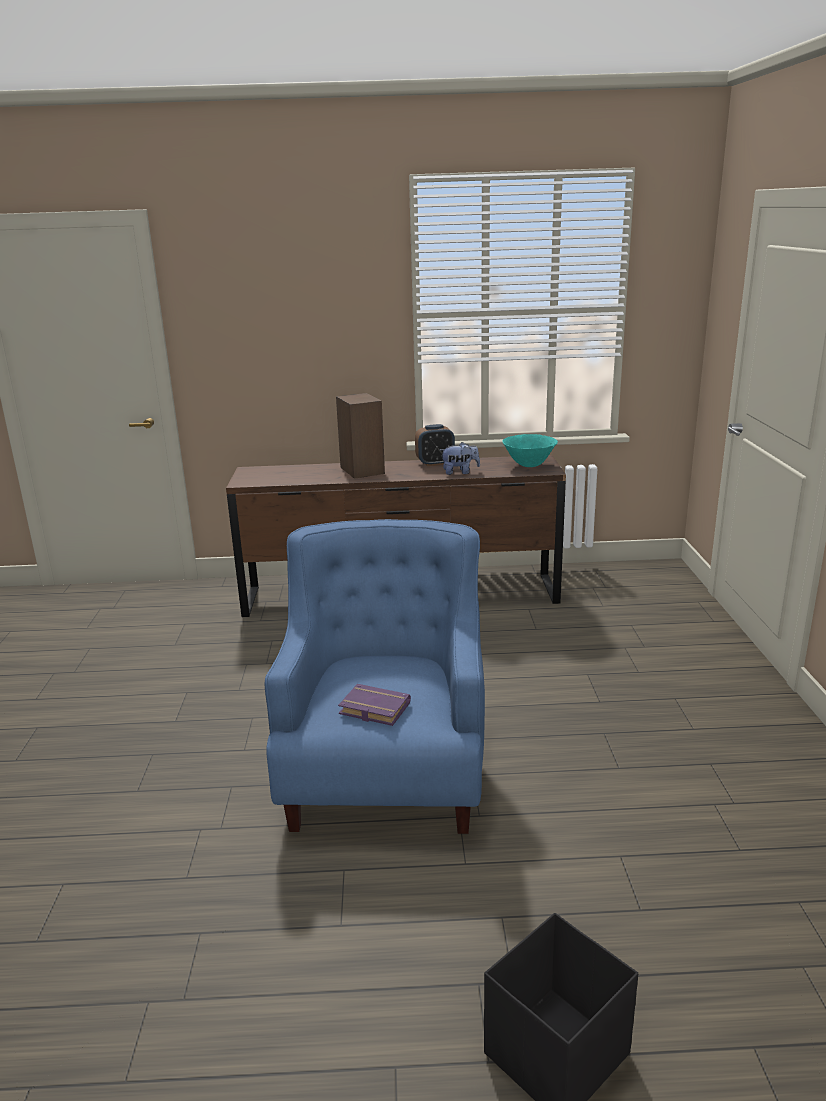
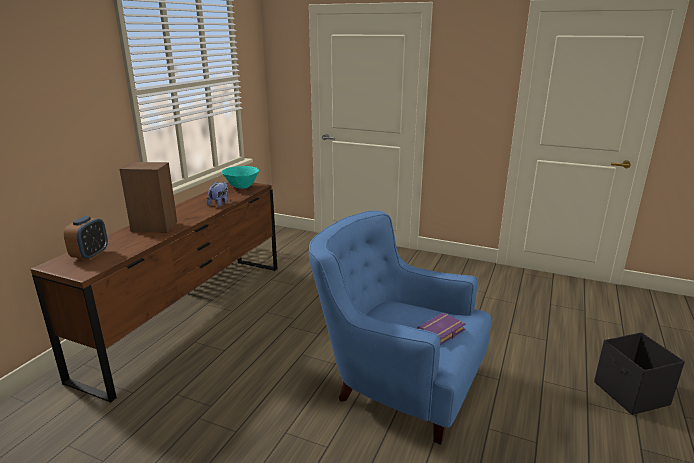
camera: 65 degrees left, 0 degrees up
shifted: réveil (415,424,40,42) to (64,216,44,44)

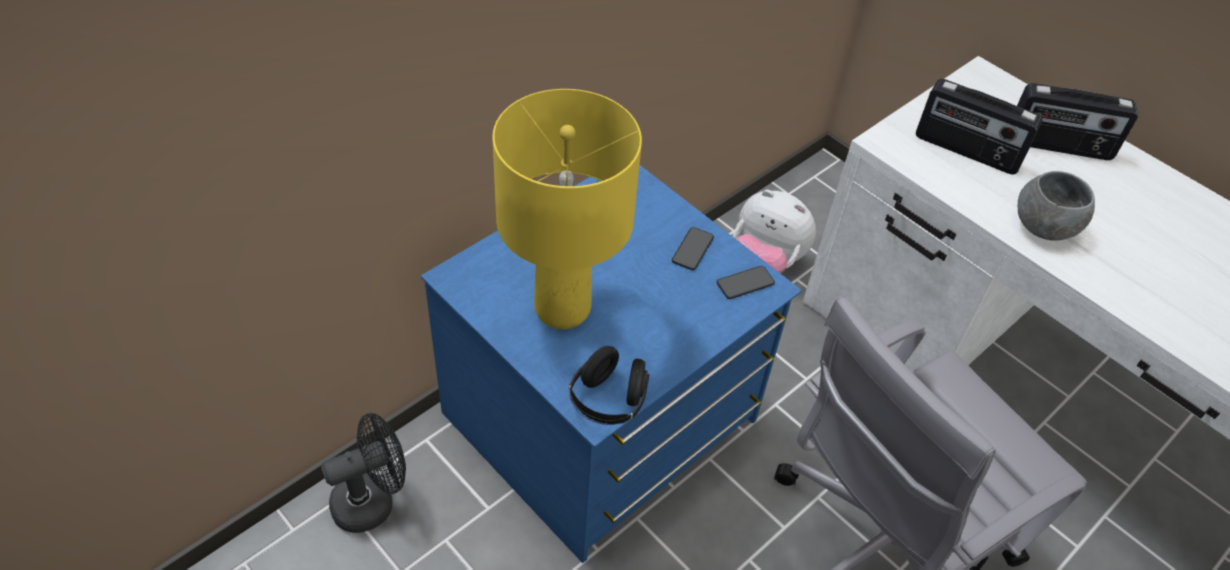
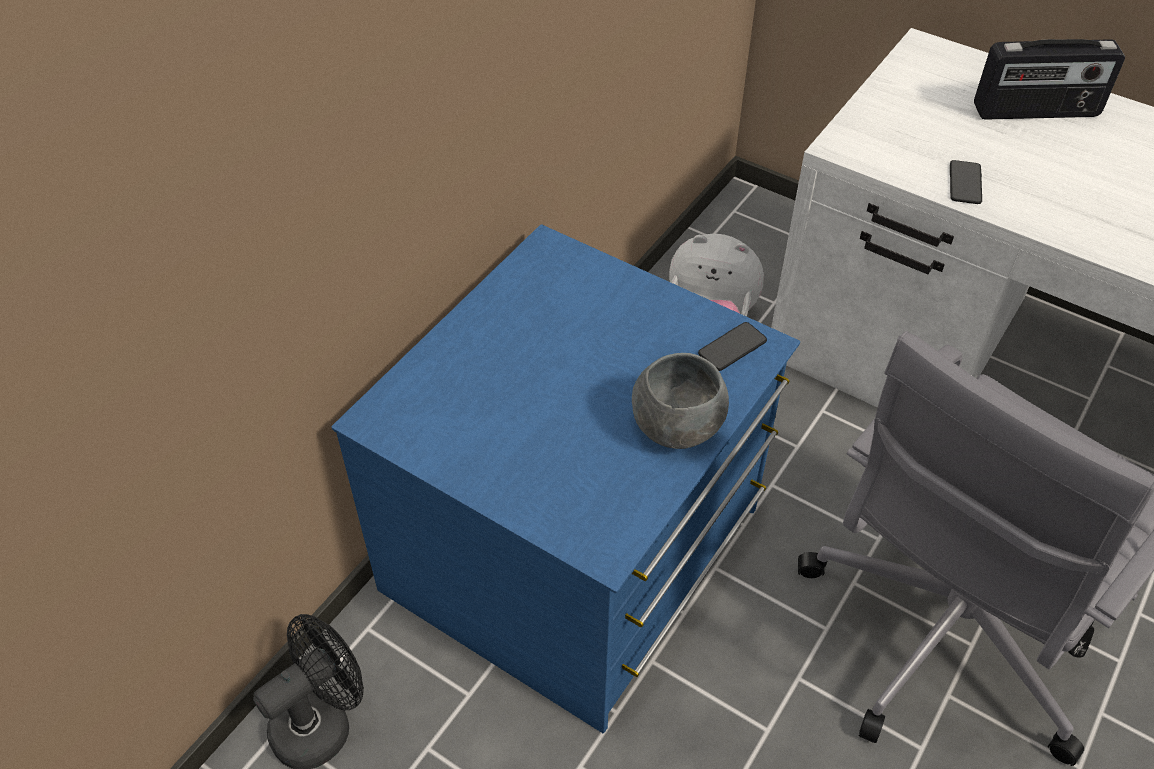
camera: 10 degrees left, 0 degrees up
gone: lampe de table/jaune (492,89,150,240); casque audio/noir (569,346,80,79); radio (916,79,127,96)
shifted: téléphone (672,227,42,43) to (950,160,32,44); bol/gris (1018,171,77,70) to (632,353,97,96)

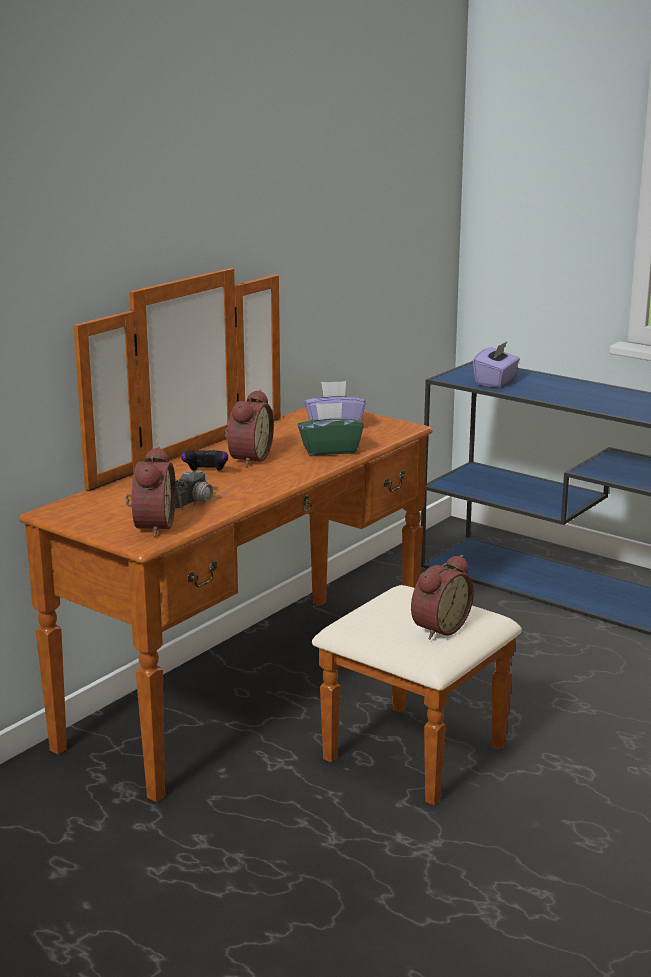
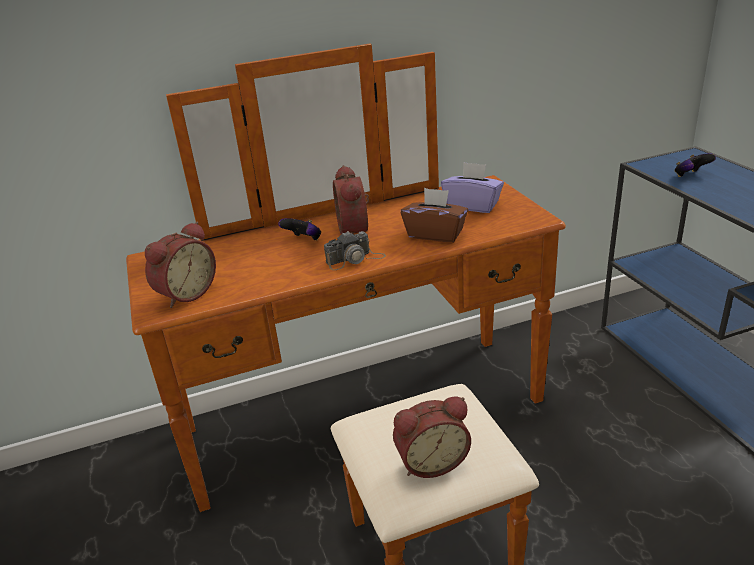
camera: 35 degrees right, 10 degrees up
shifted: appareil photo (175,470,52,41) to (324,231,62,39)
swapped: boîte à mouchoirs/violet (473,341,47,47) to manette (675,153,41,24)
repainted: boîte à mouchoirs/vert (298,402,66,54) to boîte à mouchoirs/marron (401,188,67,54)
rotated: réveil (225,390,49,77) = (333,165,36,70) 120 degrees clockwise

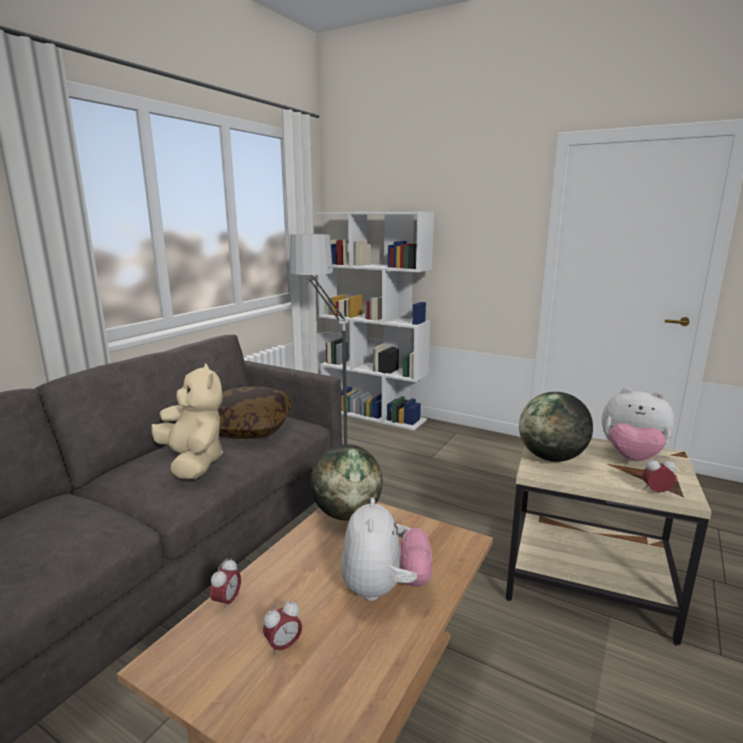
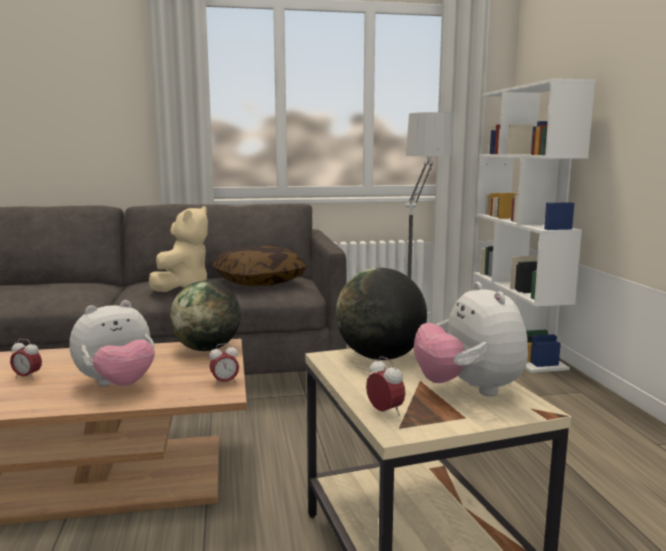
camera: 50 degrees right, 5 degrees down
shifted: réveil (210,558,31,54) to (209,343,30,43)

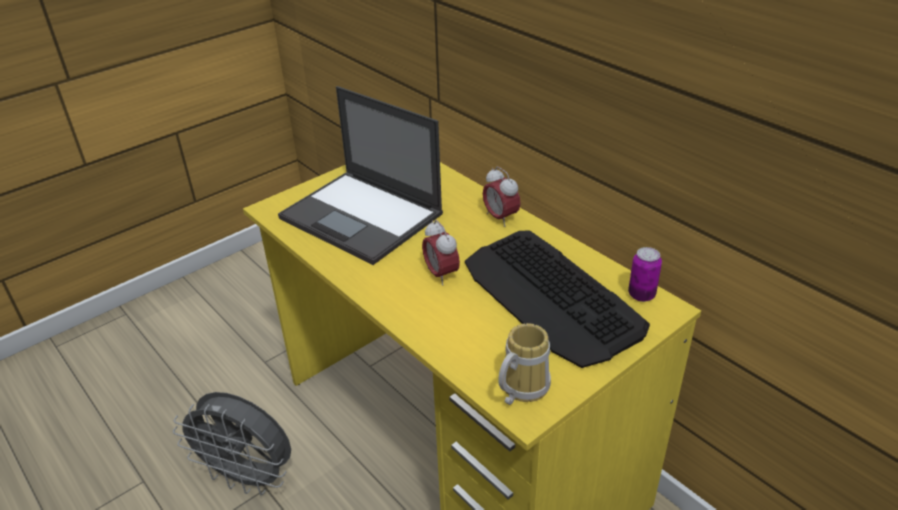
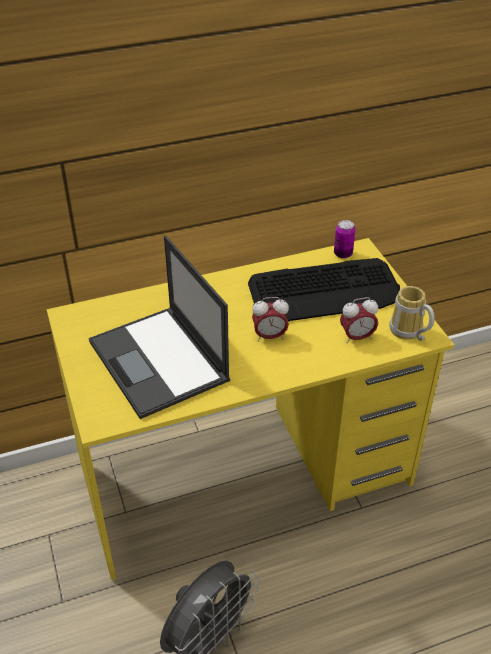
camera: 70 degrees left, 5 degrees up
shifted: réveil (483,167,38,60) to (340,297,38,47)
rotated: ordinateur portable (278,86,165,179) = (89,236,142,183) 90 degrees clockwise

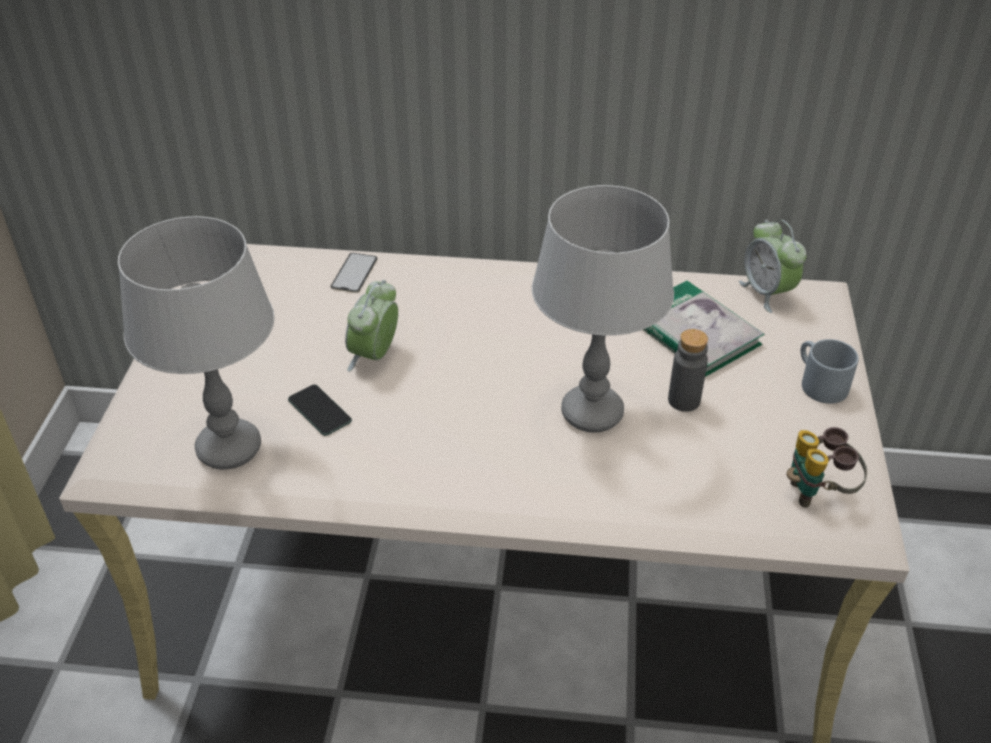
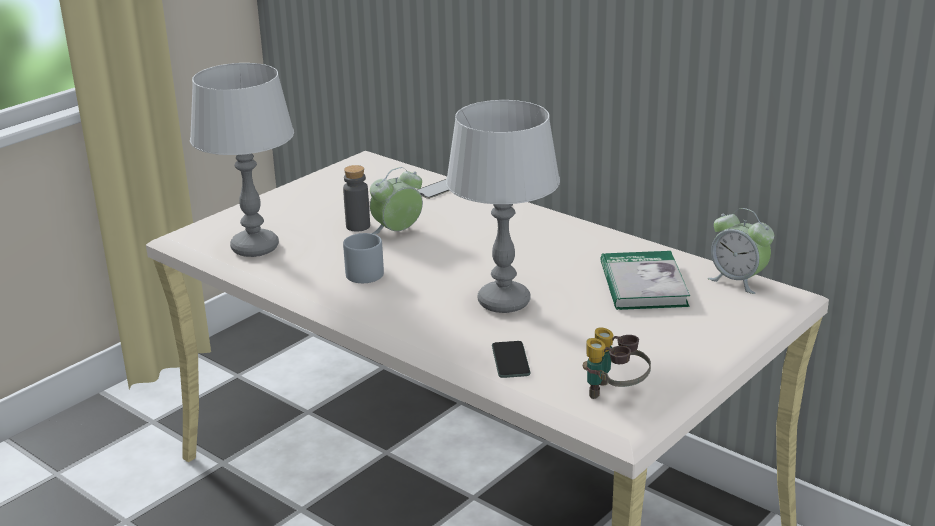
camera: 35 degrees right, 15 degrees down
shifted: téléphone (288,384,64,52) to (492,341,39,37); bouteille/gris (668,329,40,83) to (343,165,27,67); mug/gris (801,339,58,65) to (343,233,41,50)
rotated: réveil (739,220,68,93) = (708,208,66,86) 60 degrees counterclockwise

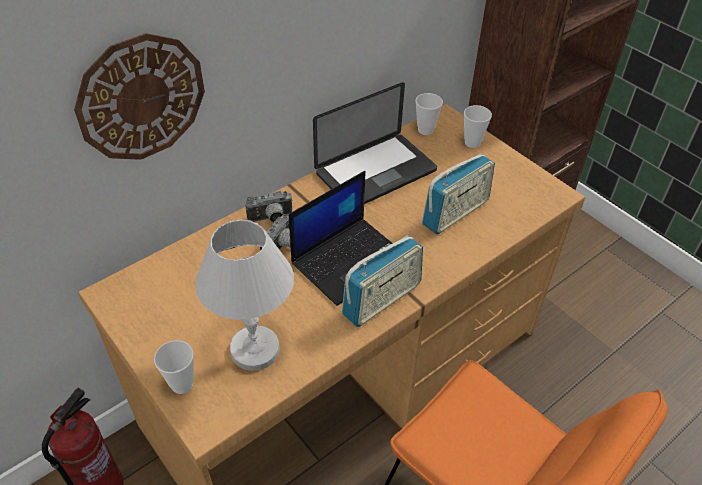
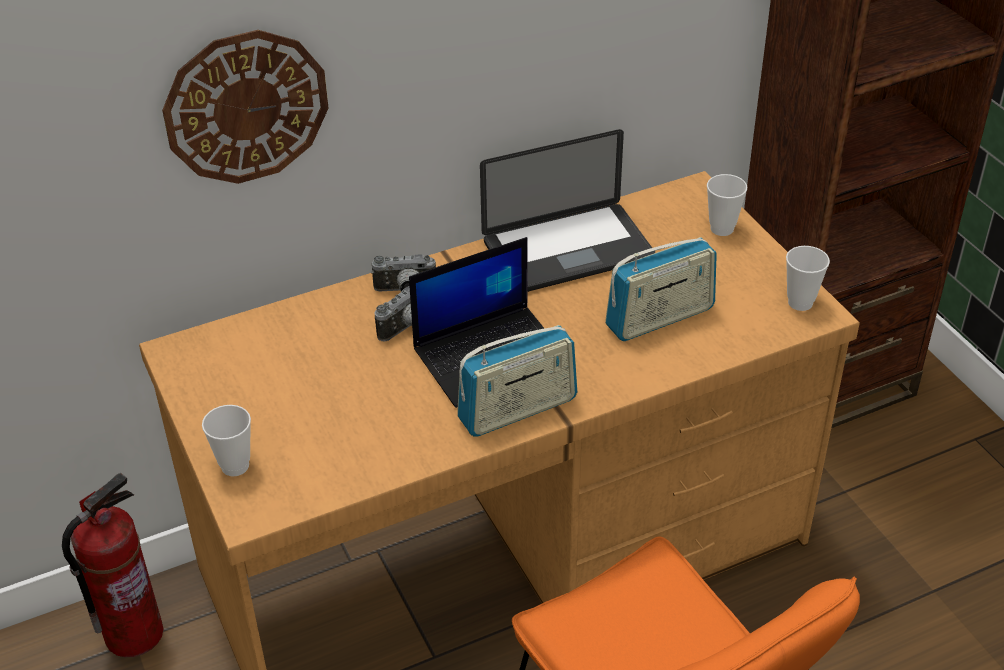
camera: 15 degrees right, 5 degrees down
gone: lampe de table/blanc (195,220,99,151)
shifted: tasse (415,93,28,42) to (786,246,44,65)

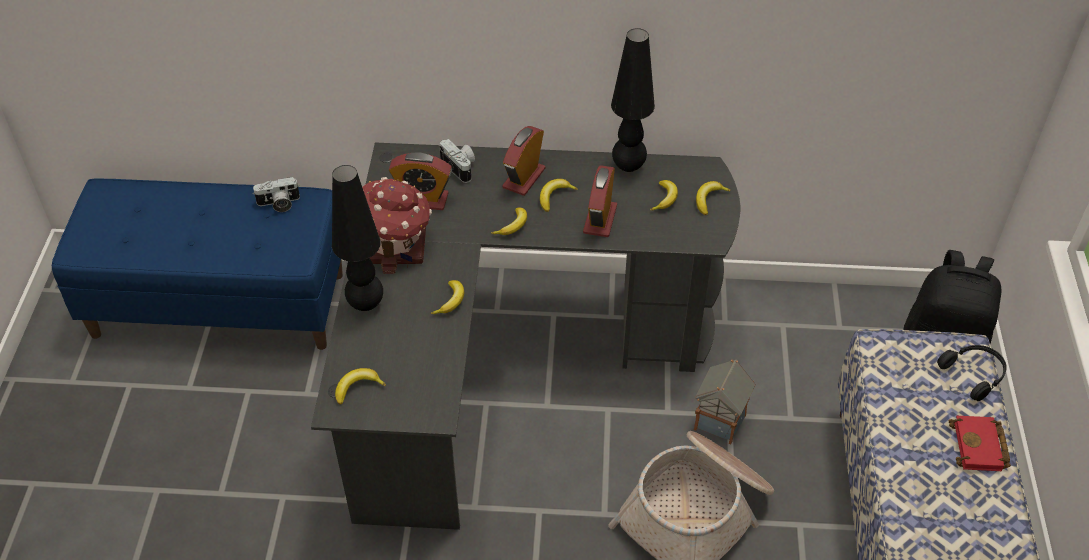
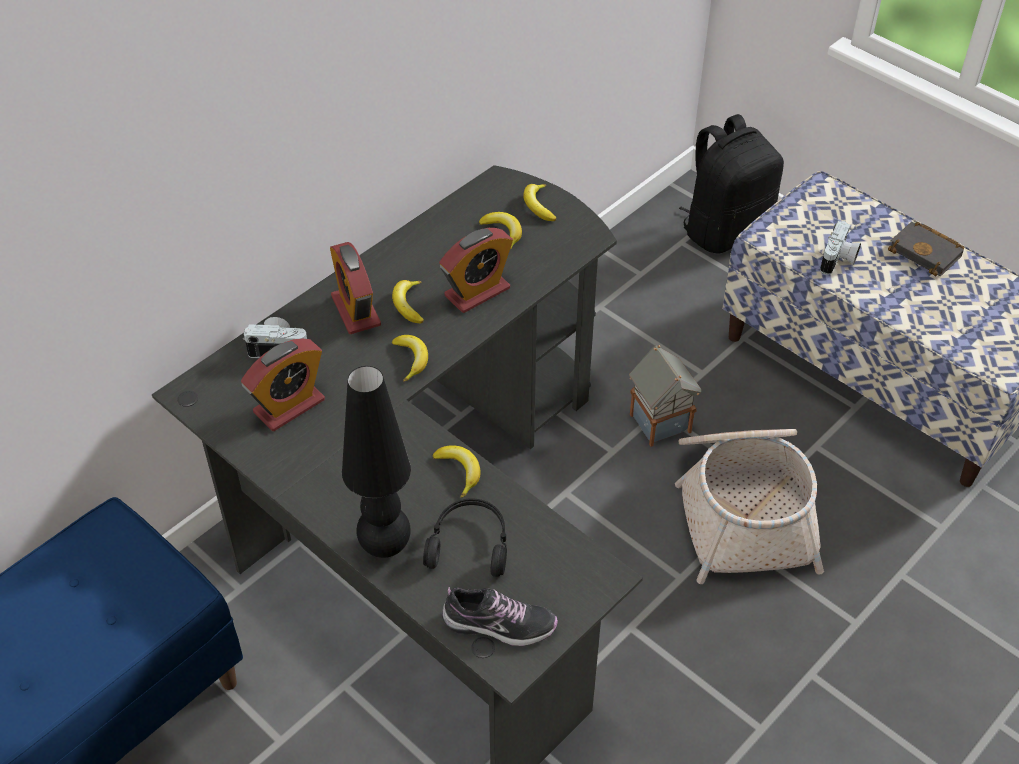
camera: 50 degrees left, 0 degrees up
gone: maison miniature (362,177,70,97); lampe de table/noir (611,28,44,144)
shifted: appareil photo (253,177,47,35) to (820,221,41,54); casque audio/noir (937,345,70,56) to (423,498,84,79)
swapped: banane (335,368,51,36) to chaussure (442,587,116,59)
repainted: livre/rouge (949,416,62,55) to livre/noir (888,222,76,54)
rotated: réveil (583,165,34,72) = (439,228,74,85) 90 degrees counterclockwise

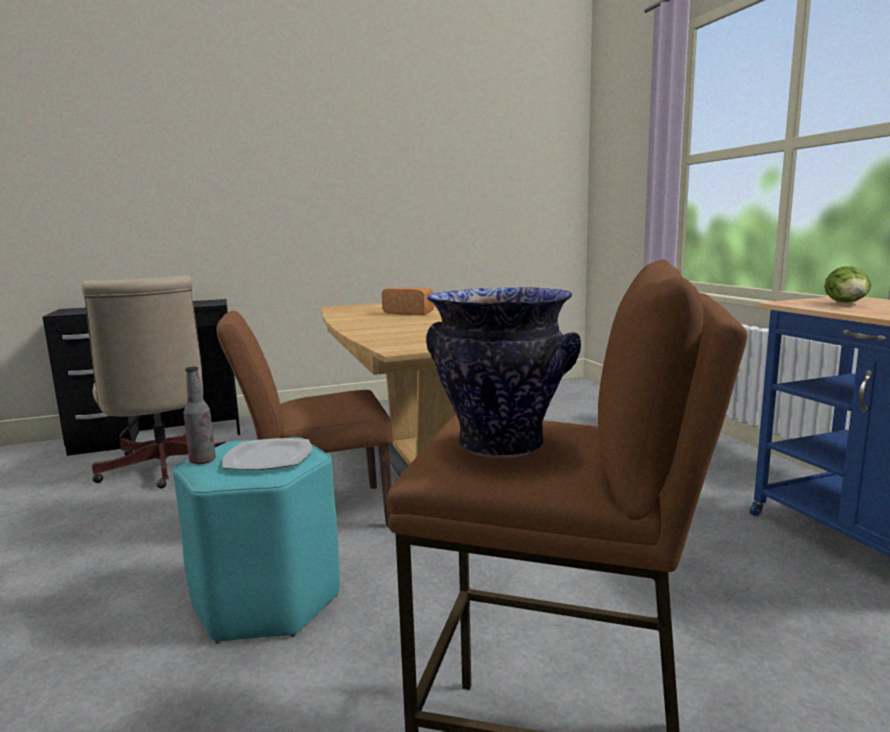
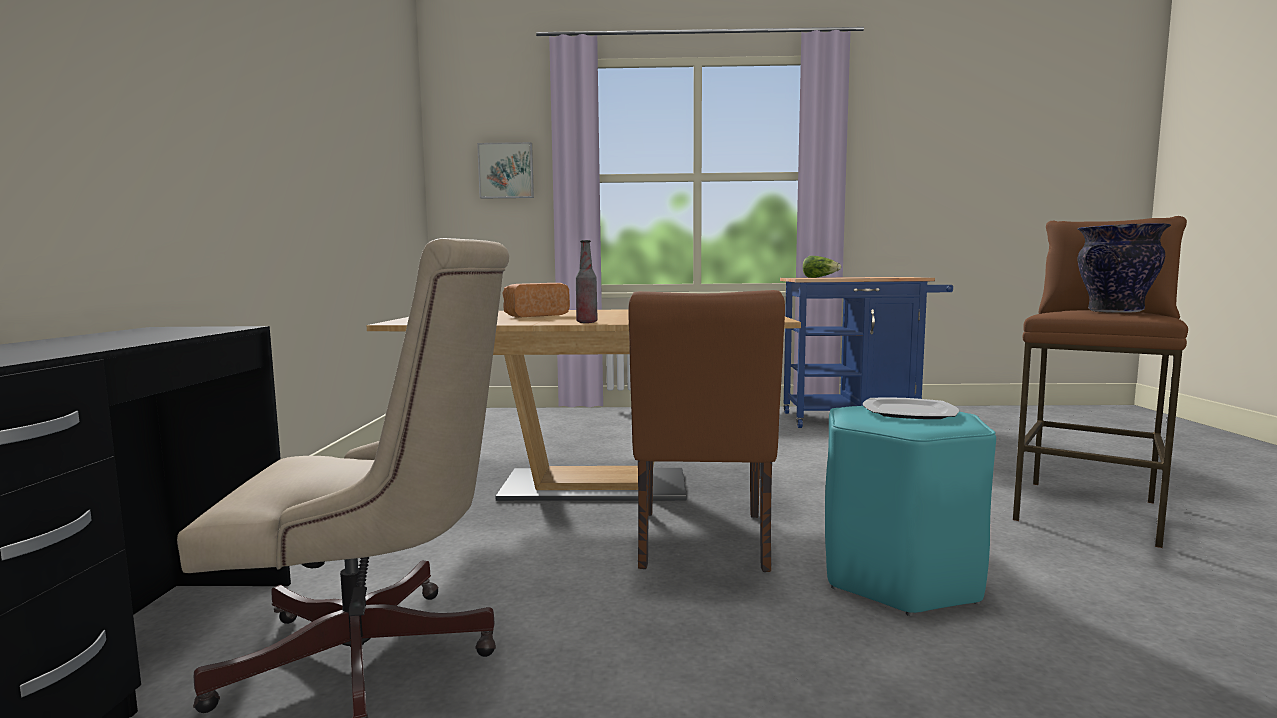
camera: 70 degrees left, 5 degrees down
new: tableau (477,142,57,57)
shifted: bouteille (183,367,33,97) to (576,240,22,83)

